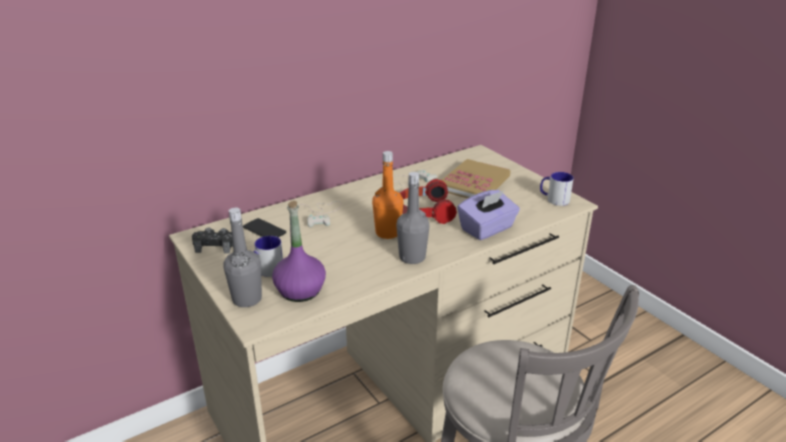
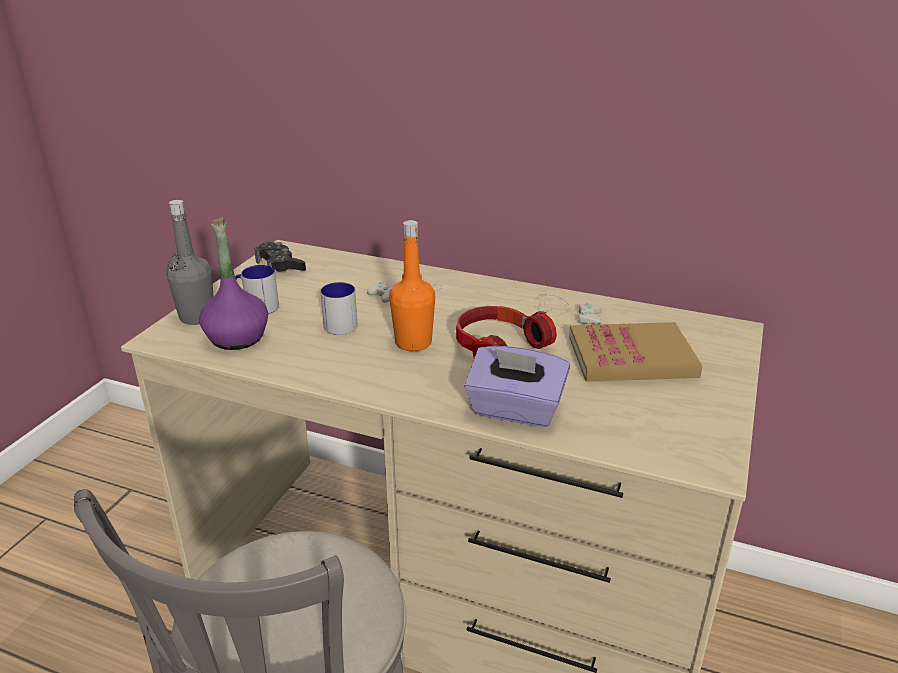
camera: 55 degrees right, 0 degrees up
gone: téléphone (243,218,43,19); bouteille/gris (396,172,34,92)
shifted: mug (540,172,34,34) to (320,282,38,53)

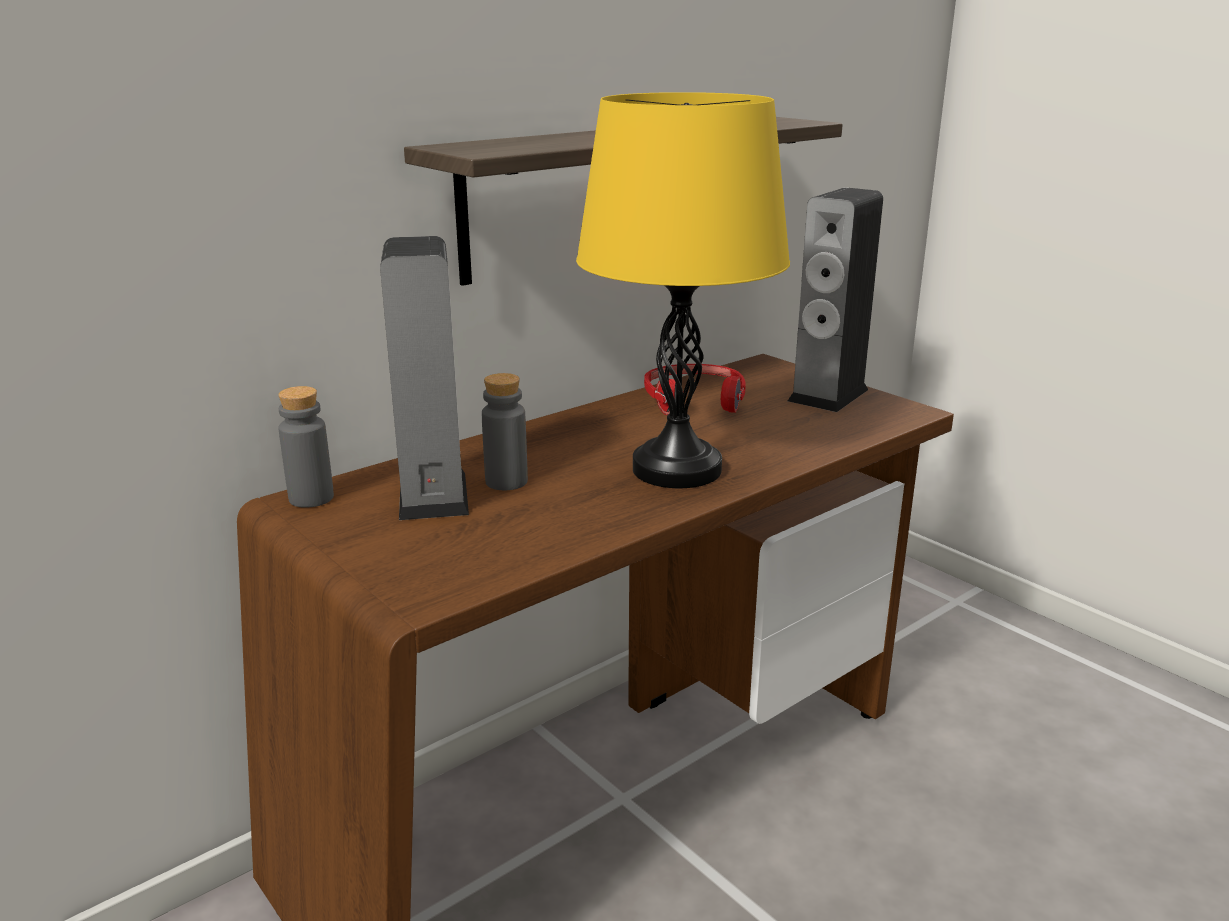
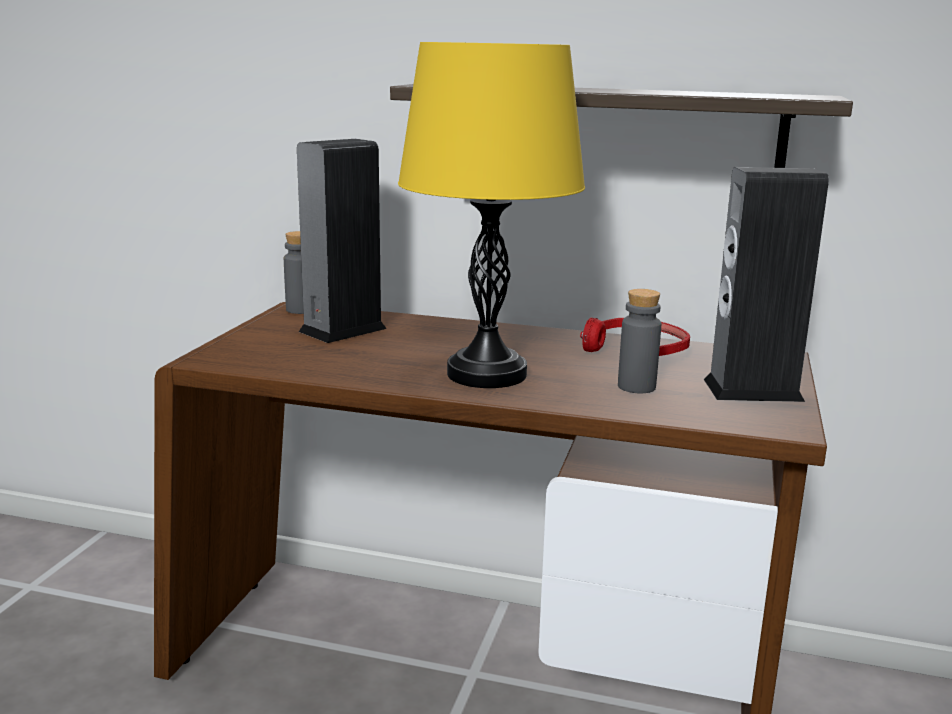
camera: 55 degrees right, 5 degrees down
shifted: bouteille/gris (482,373,46,117) to (618,289,43,104)

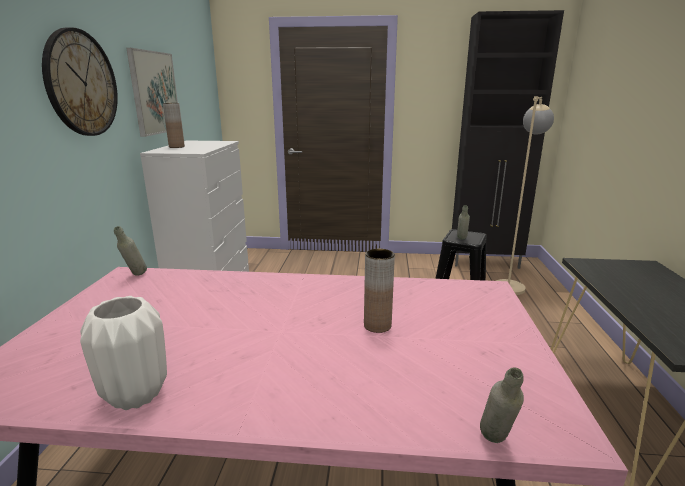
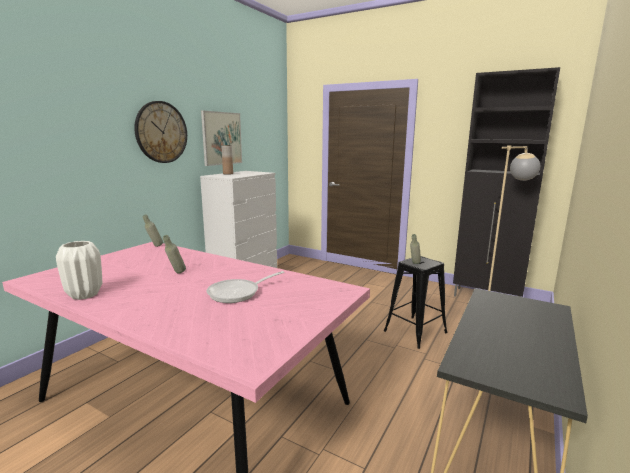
camera: 25 degrees right, 5 degrees down
shifted: bouteille/gris (480,367,44,76) to (163,235,23,38)
swapped: vase/marron (364,249,31,84) to poêle (206,271,78,32)

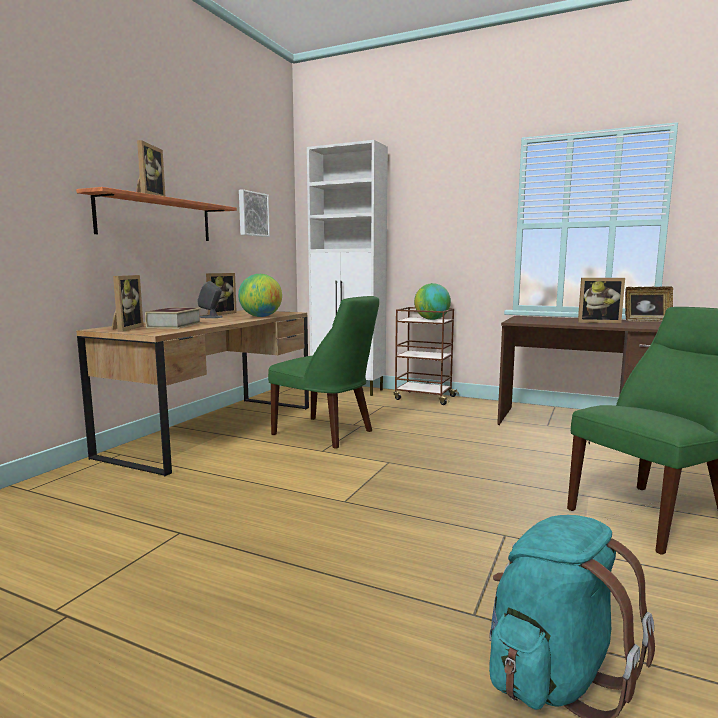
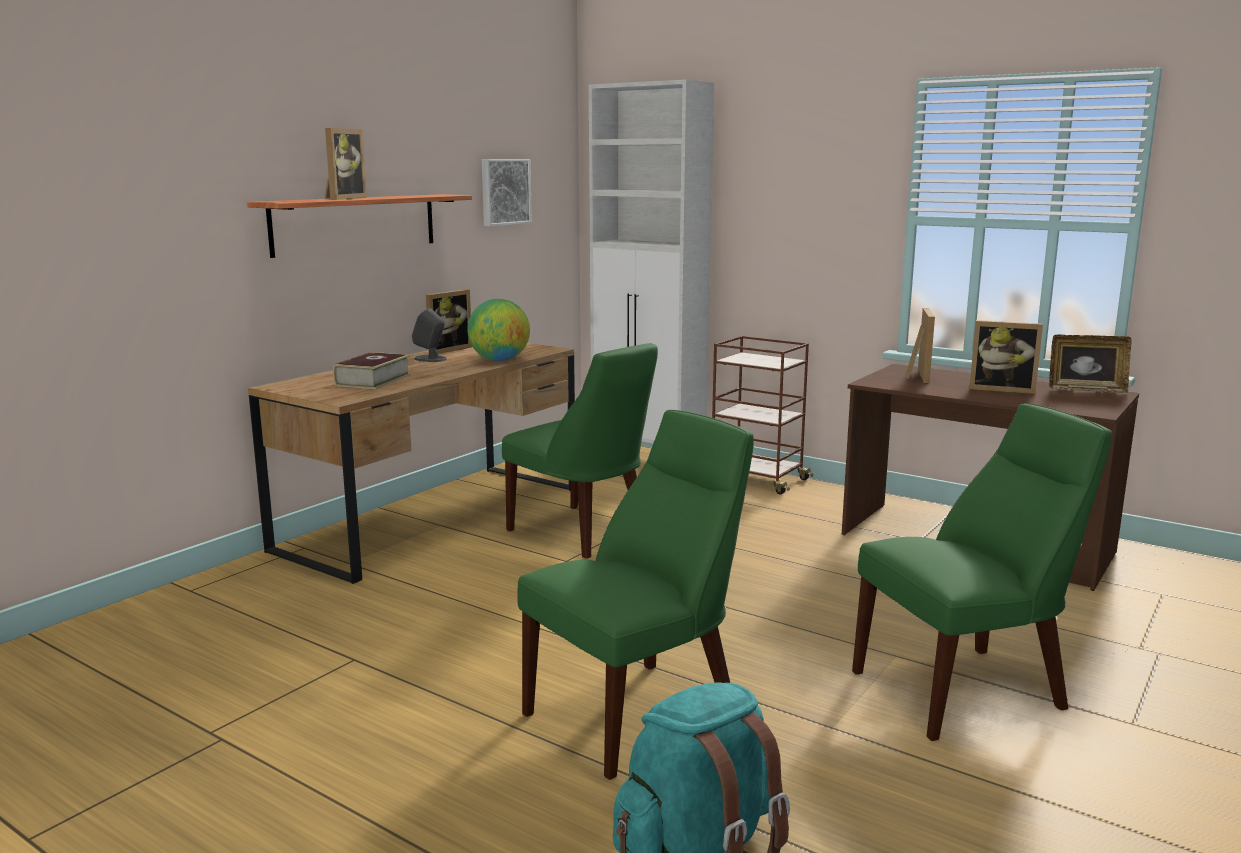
camera: 10 degrees right, 5 degrees up
gone: globe (414,283,37,37)
new: chaise/vert (517,410,237,370)
shifted: cadre photo (111,275,32,57) to (906,308,29,75)

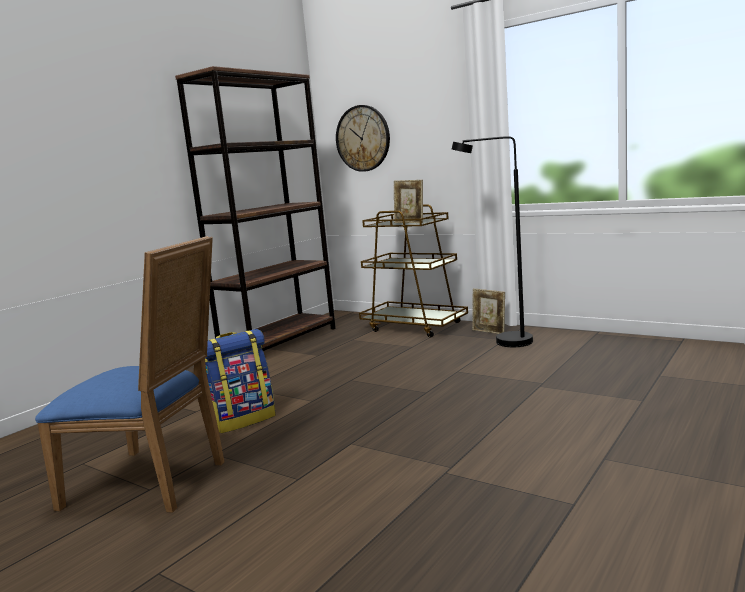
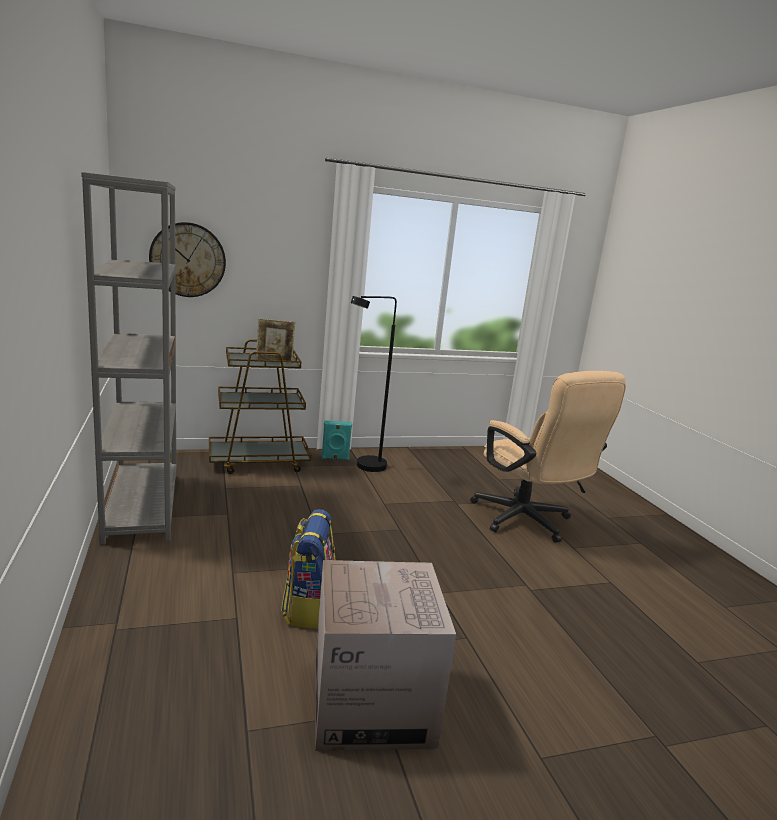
camera: 55 degrees left, 5 degrees up
new: chaise de bureau/beige (470,371,156,172)
swapped: chaise/bleu (35,236,190,277) to carton (315,560,141,191); cadre photo (472,288,33,46) to enceinte/turquoise (321,420,31,40)
repainted: bibliothèque/marron (175,66,161,285) to bibliothèque/gris (81,172,95,373)

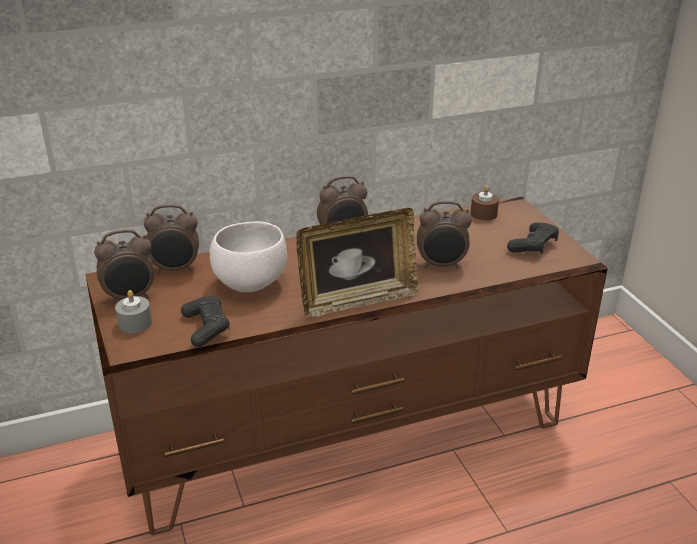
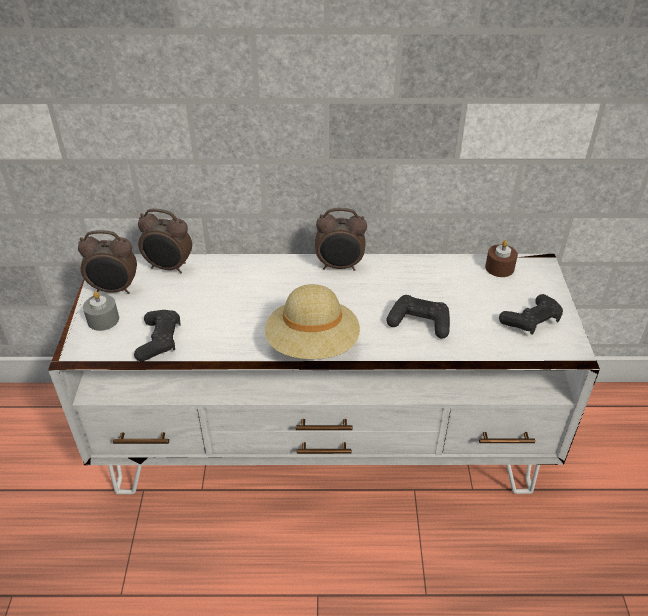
camera: 20 degrees right, 10 degrees up
gone: bol/blanc (210,221,77,72)
swapped: cadre photo (296,208,123,110) to chapeau/beige (265,284,95,75); réveil (417,201,55,68) to manette/noir (386,295,64,44)
repainted: meuble télé/marron (85,197,523,338) to meuble télé/blanc (48,254,552,240)

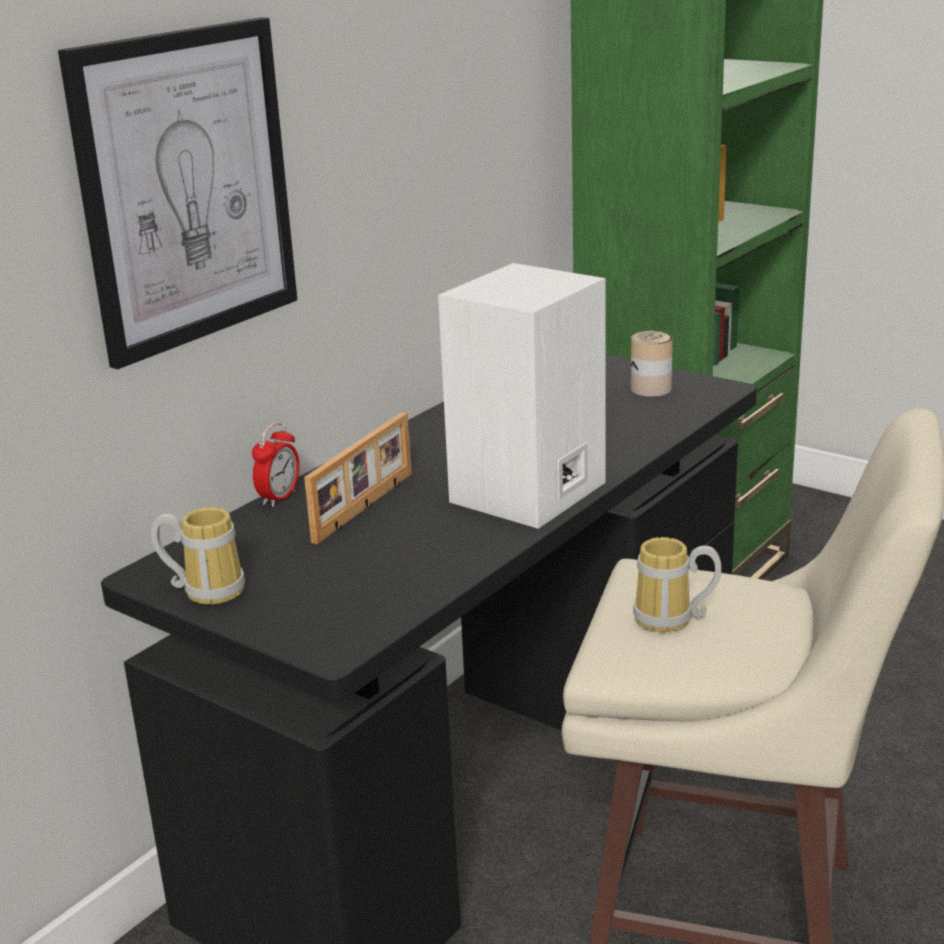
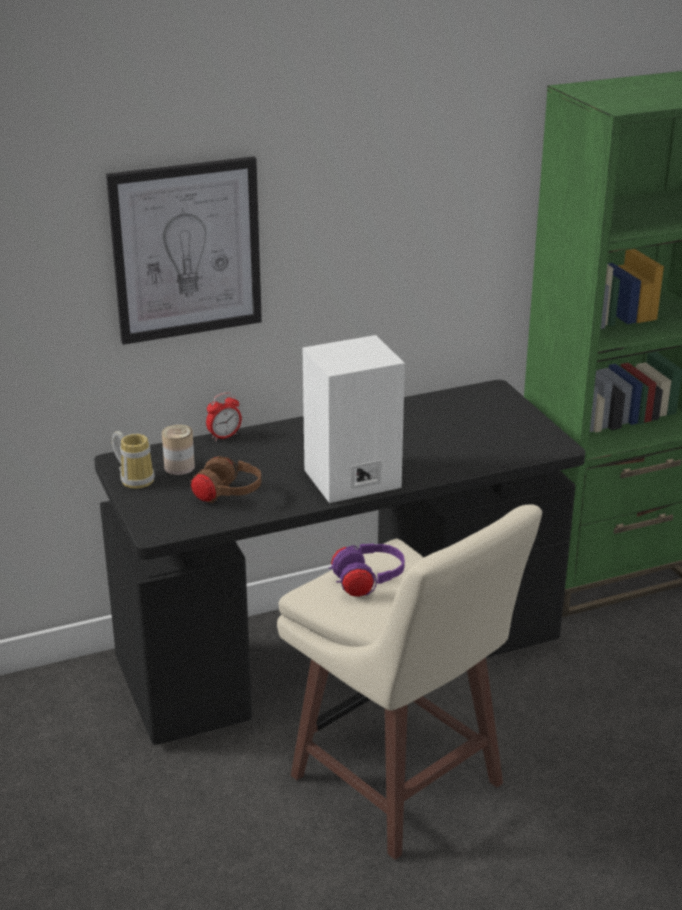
camera: 30 degrees right, 5 degrees up
gone: cadre photo (304,412,108,132)
new: casque audio/marron (190,456,71,47)
shifted: boîte métallique (631,331,42,65) to (162,425,33,50)
swapped: mug (633,537,88,95) to casque audio/violet (329,543,76,54)

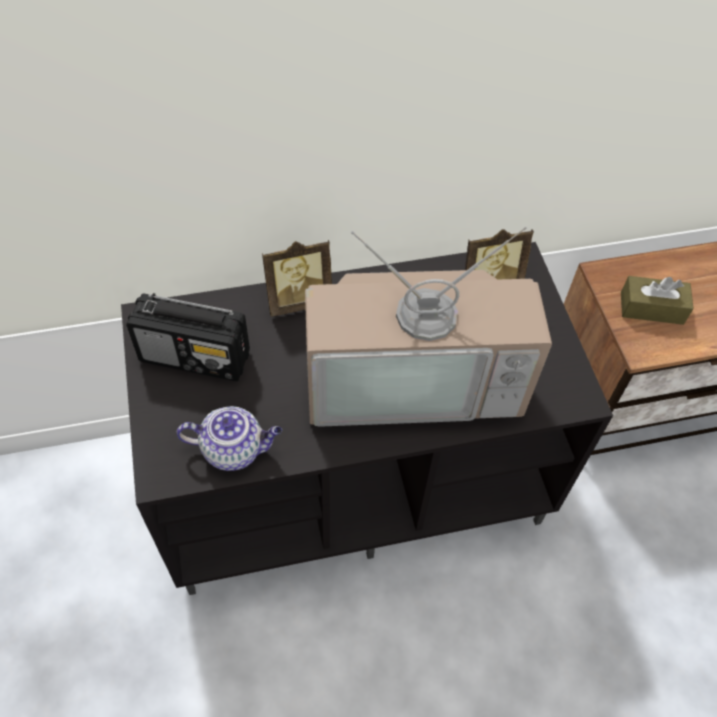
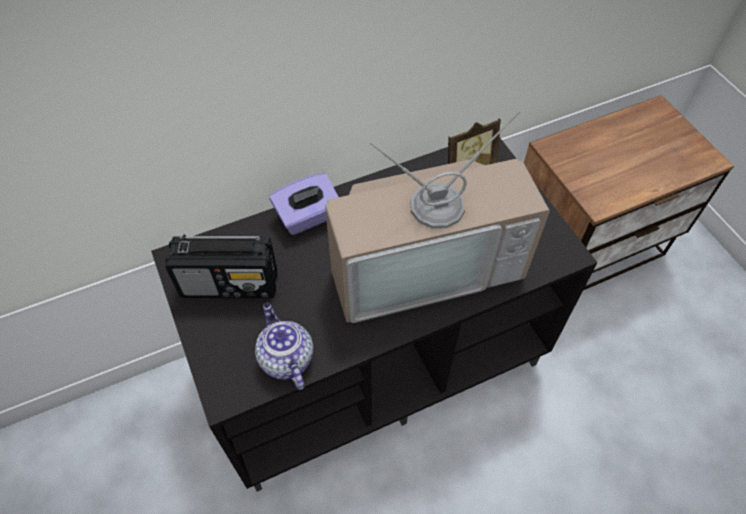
camera: 10 degrees left, 0 degrees up
gone: boîte à mouchoirs/marron (621,276,73,49)
swapped: cadre photo (262,240,70,77) to boîte à mouchoirs/violet (269,173,70,62)
rotated: théière (176,406,106,65) = (255,303,59,87) 105 degrees counterclockwise

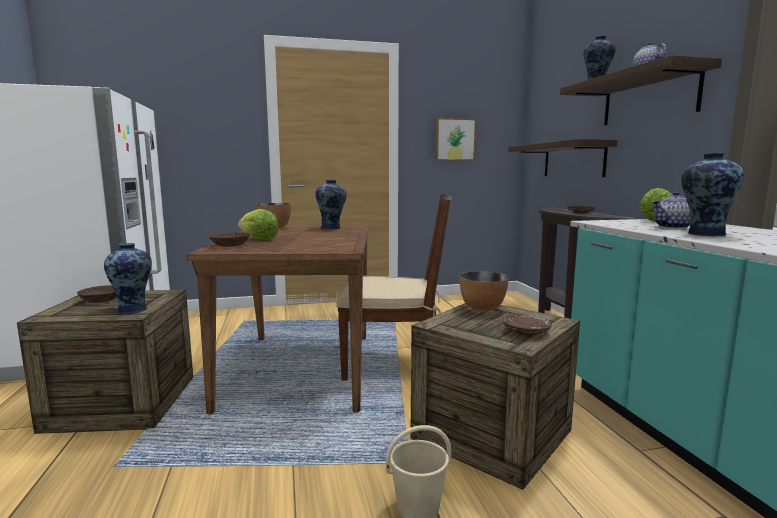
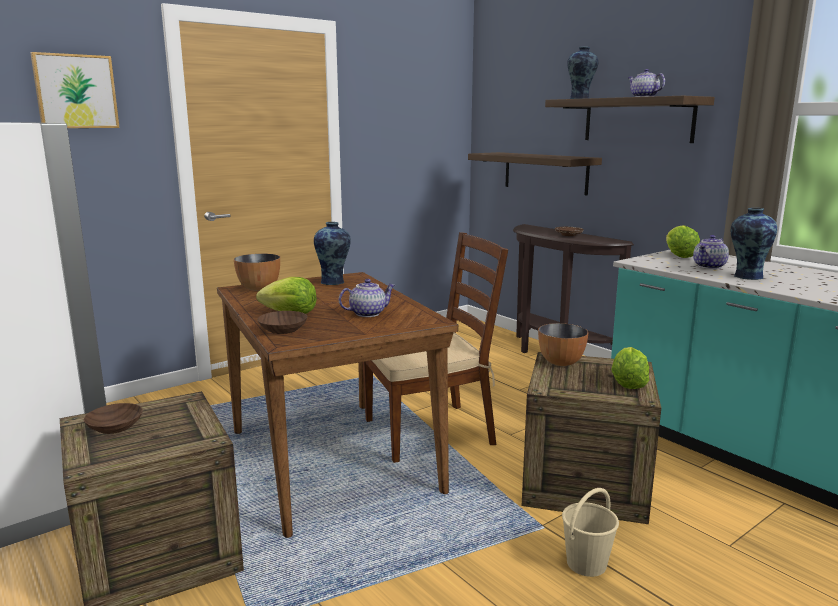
camera: 25 degrees left, 5 degrees up
gone: vase (104,243,48,71)
new: théière (339,279,56,38)
shifted: tableau (435,118,41,43) to (30,52,90,76)
swapped: assiette/marron (503,315,49,21) to laitue (611,347,38,42)

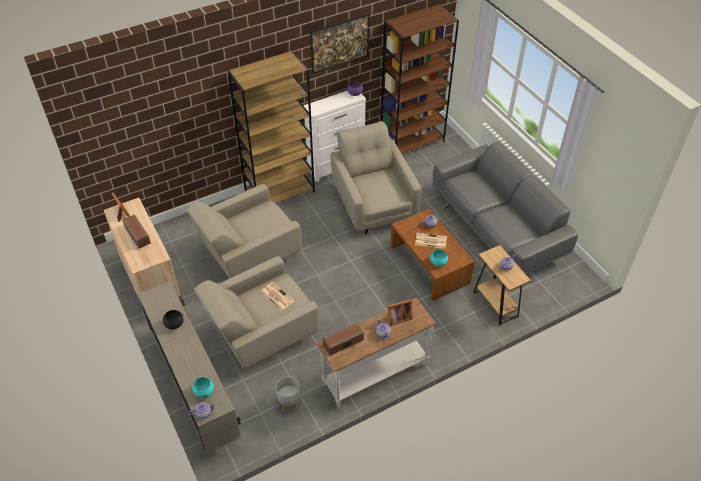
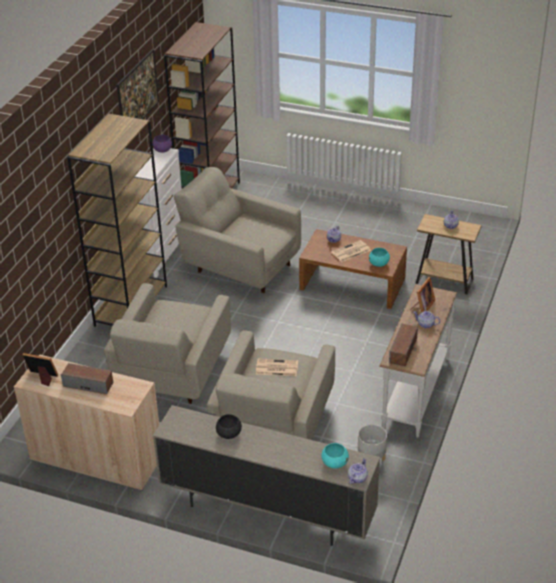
camera: 40 degrees left, 10 degrees down
gone: canapé/gris (432,142,146,132)

